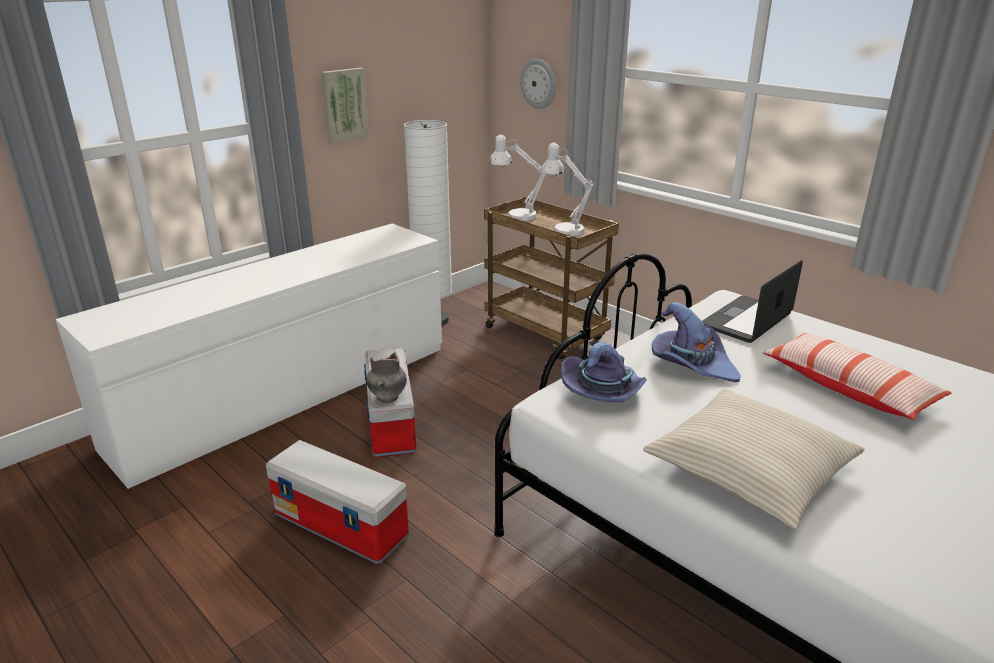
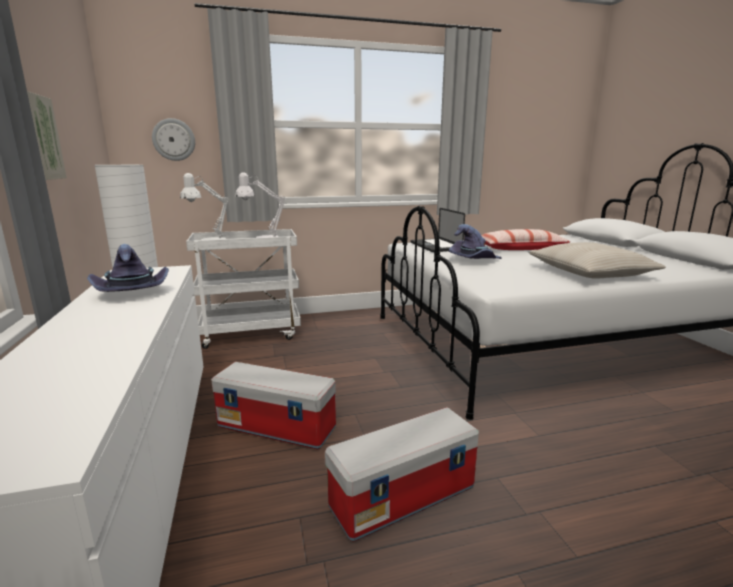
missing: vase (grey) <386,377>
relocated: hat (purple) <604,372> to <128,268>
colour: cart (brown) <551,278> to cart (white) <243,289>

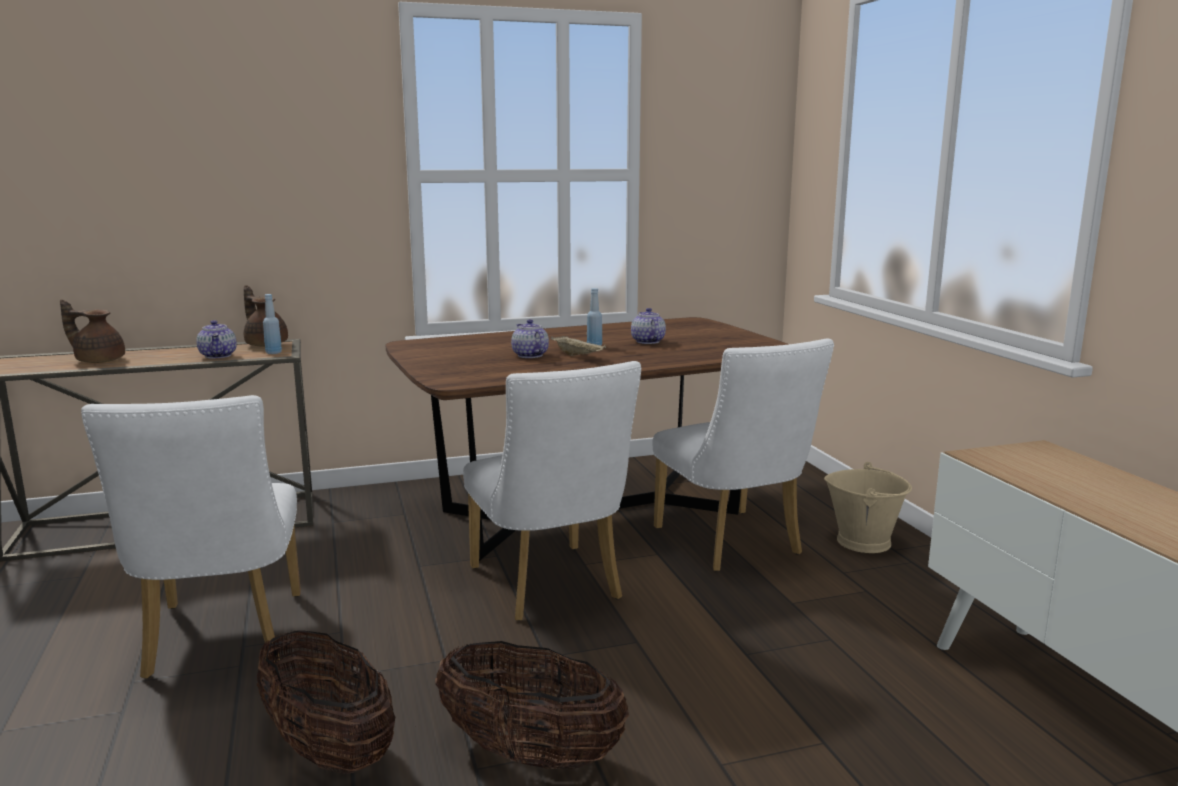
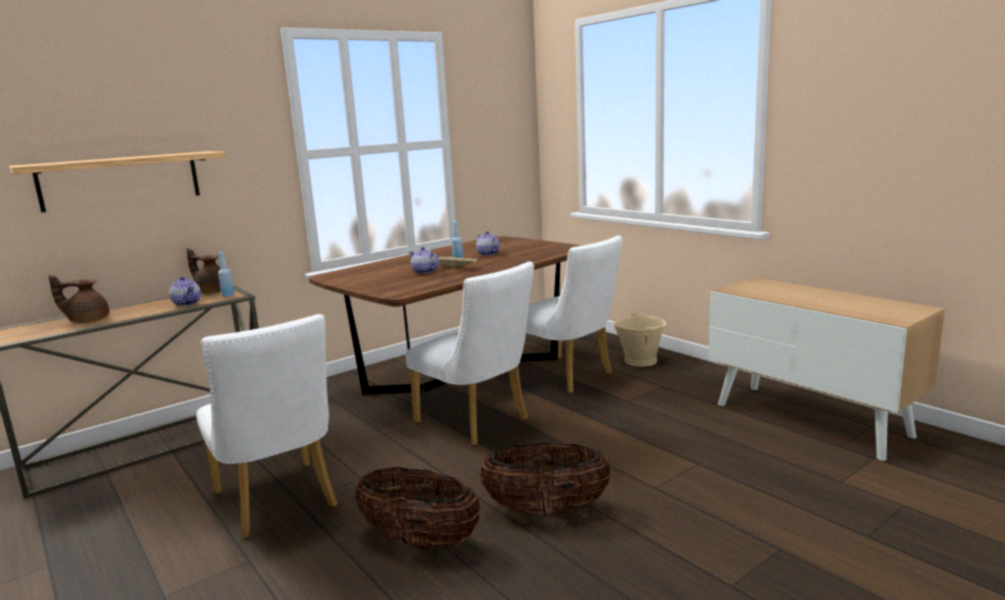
appeared: shelf <117,181>

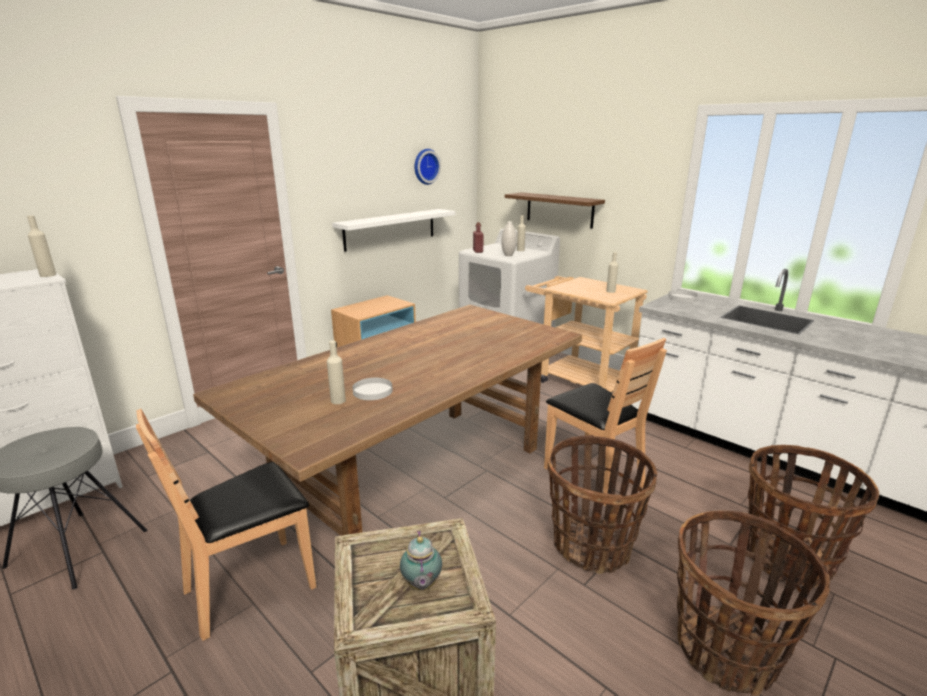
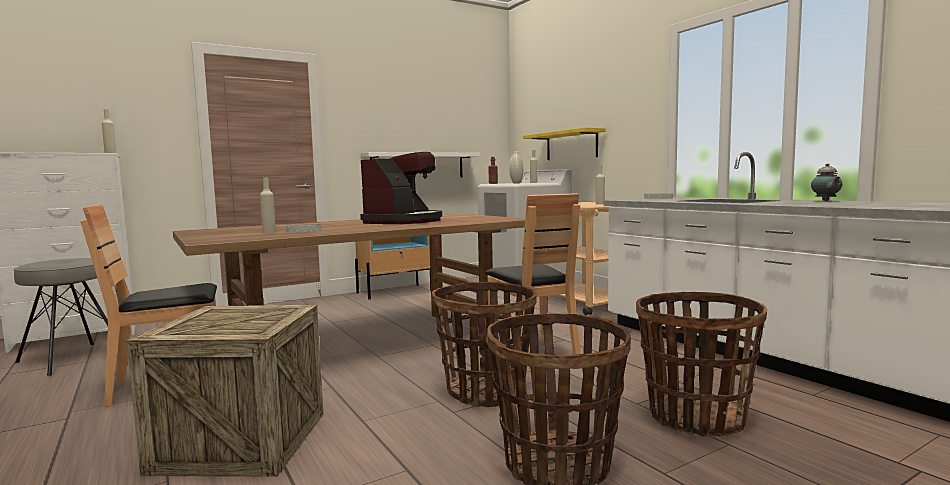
missing: wall clock <427,167>
appeared: coffee machine <401,188>
relocated: teapot <421,560> to <826,182>
colour: shelf (brown) <555,210> to shelf (yellow) <564,143>

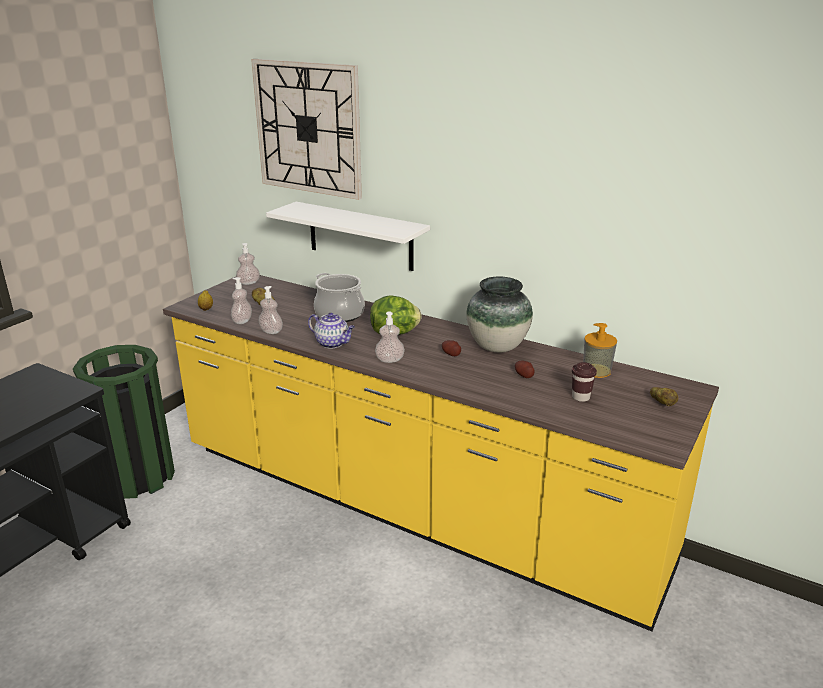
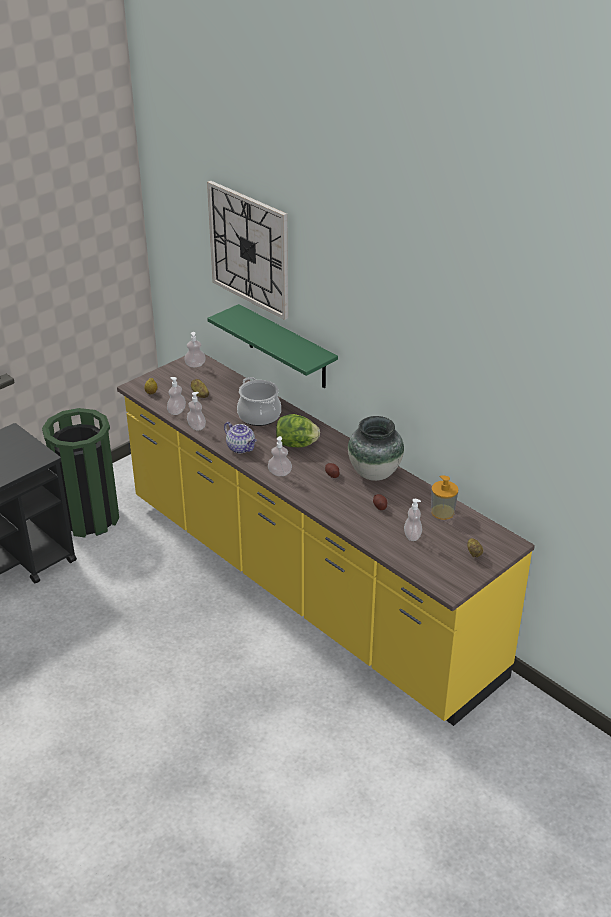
exchanged: cup (brown) <584,382> to soap dispenser <413,520>
colour: shelf (white) <348,236> to shelf (green) <272,346>

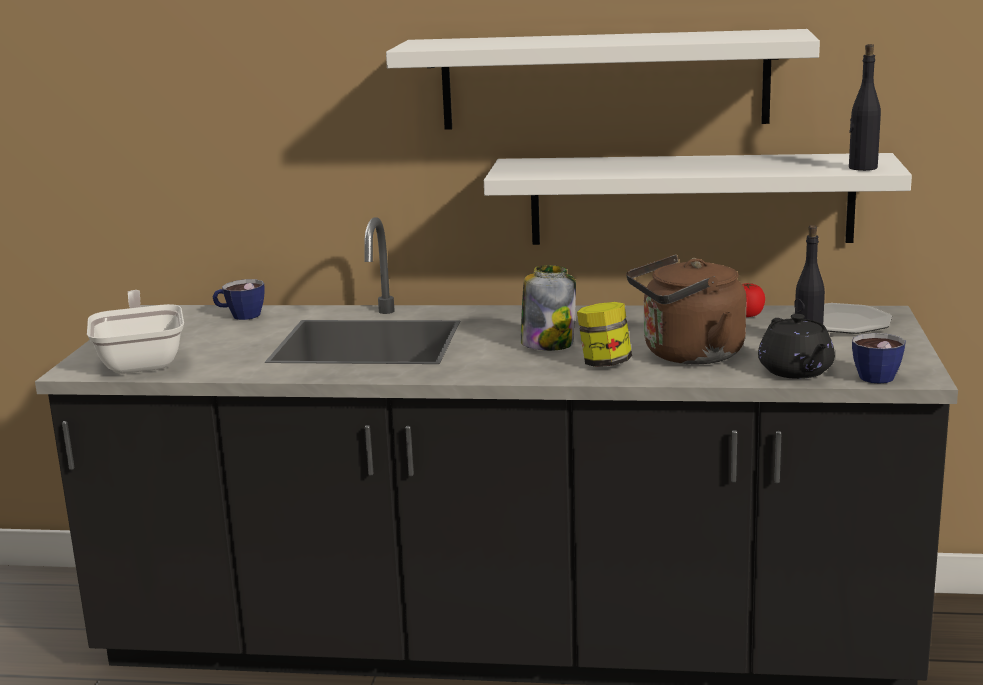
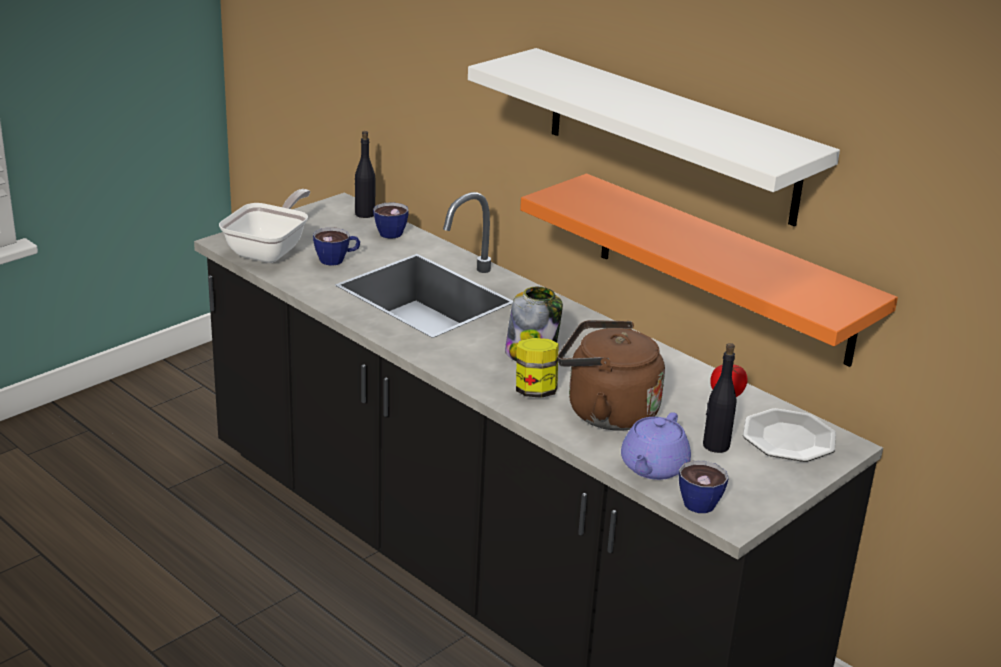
appeared: cup <336,246>
relocated: bottle (black) <865,107> to <365,174>
colour: shelf (white) <698,199> to shelf (orange) <709,270>; teapot (black) <796,346> to teapot (purple) <656,446>

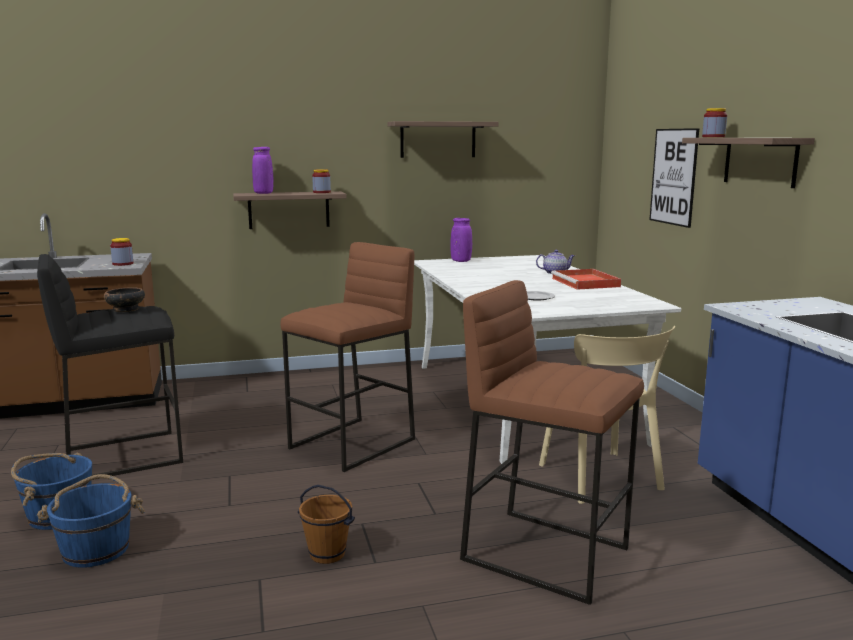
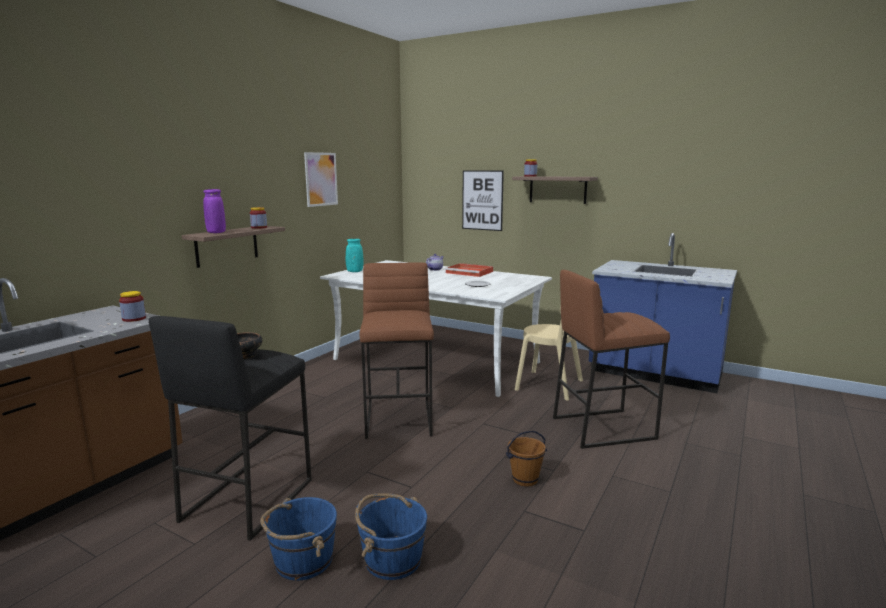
exchanged: shelf <443,139> to picture <321,179>
colour: vase (purple) <461,240> to vase (turquoise) <355,255>

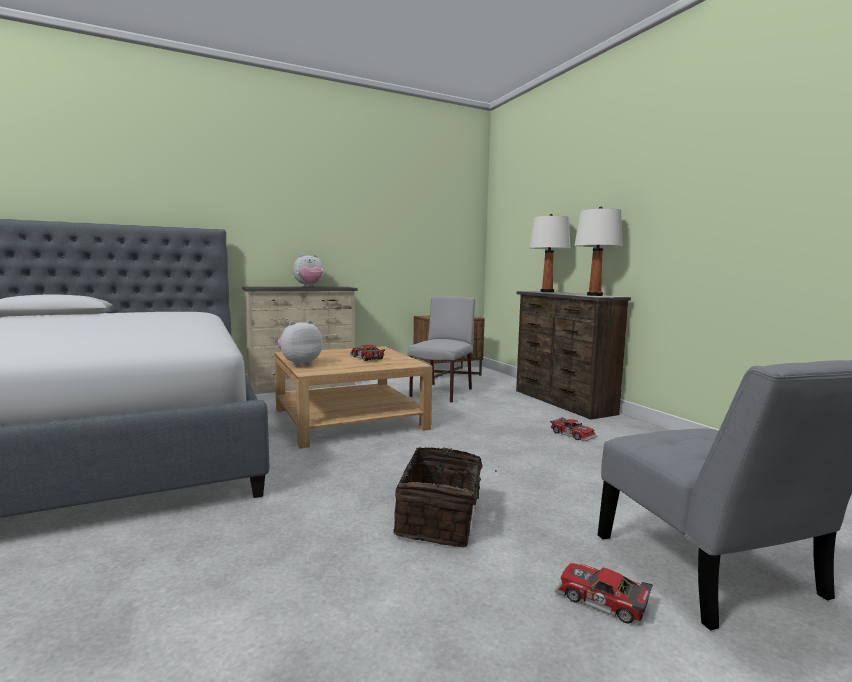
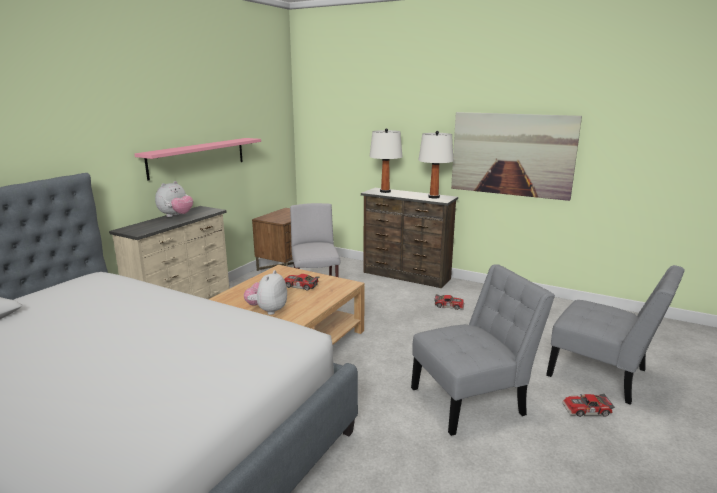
appeared: shelf (pink) <198,159>; picture <516,156>
exchanged: basket <445,497> to chair (grey) <483,350>

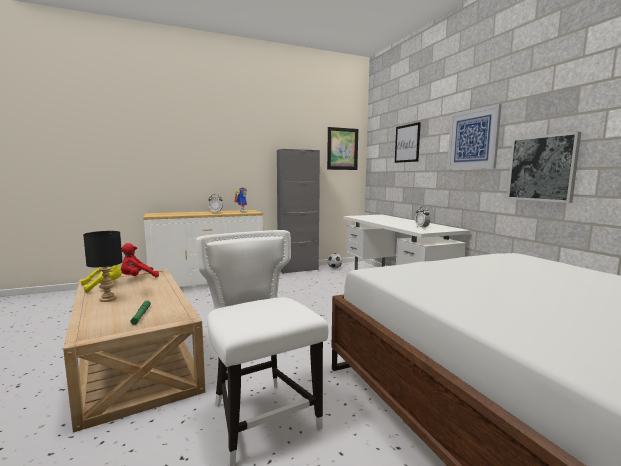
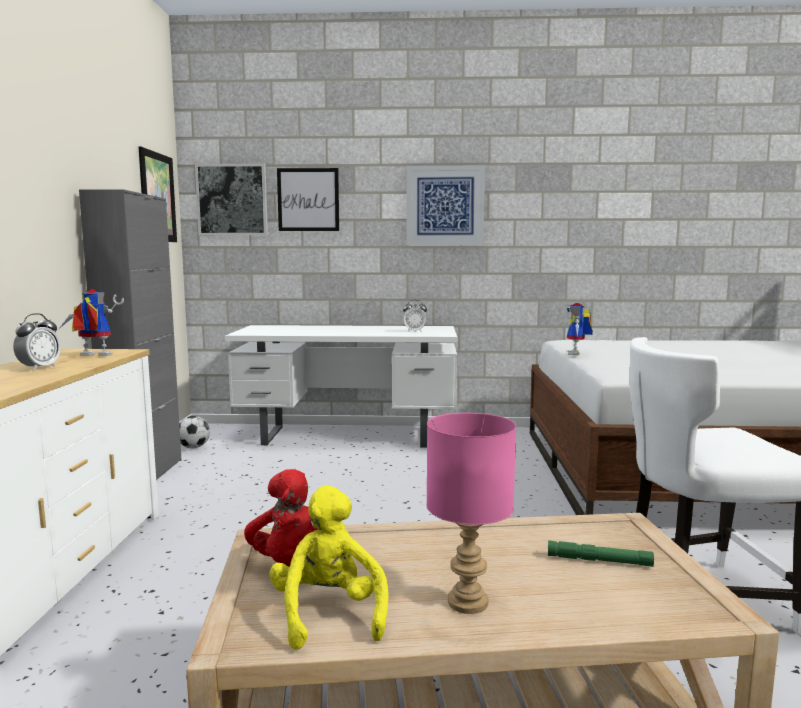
appeared: toy robot <580,329>
relocated: picture <544,167> to <231,199>
colour: table lamp (black) <103,266> to table lamp (pink) <471,513>

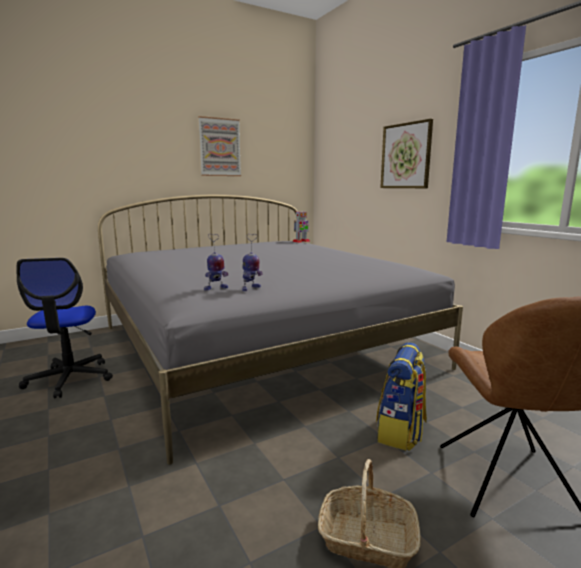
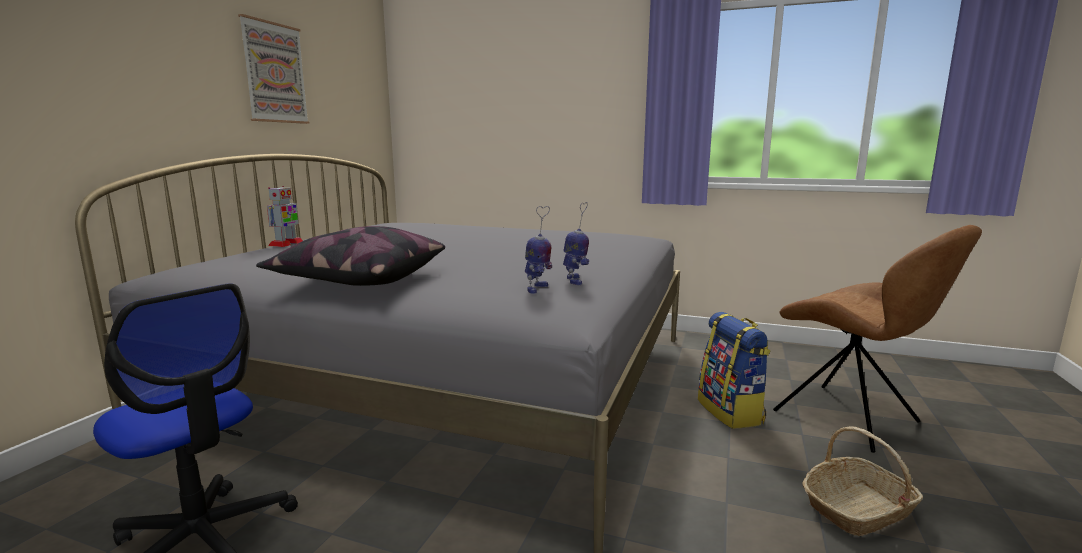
missing: picture <406,153>
appeared: pillow <350,256>
relocated: toy robot <301,227> to <285,216>

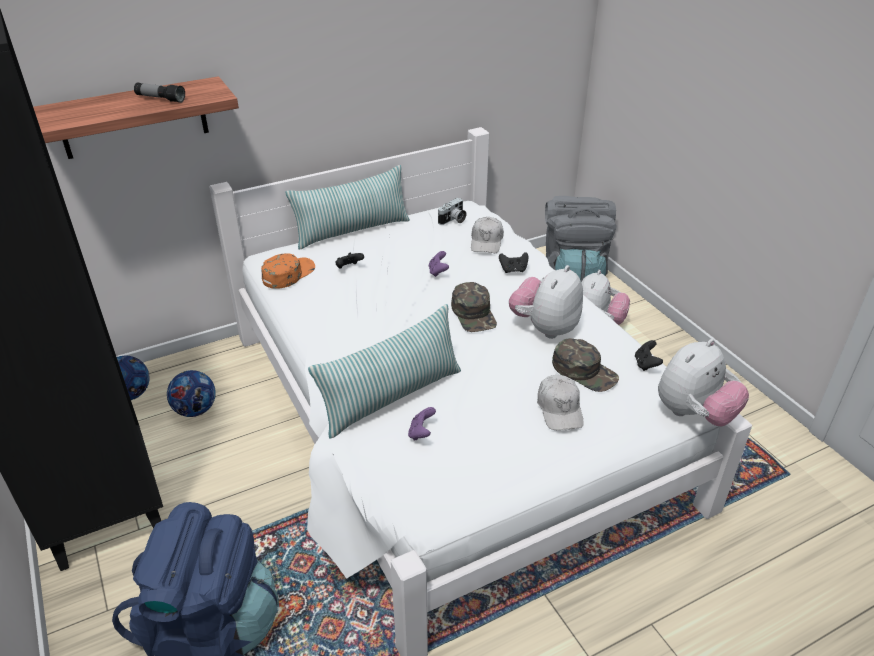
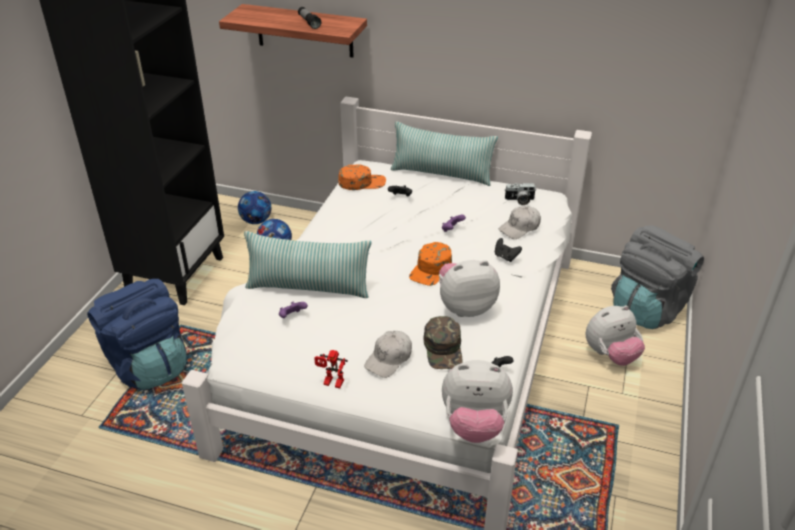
appeared: toy robot <331,369>
colour: cap (green) <474,307> to cap (orange) <430,264>

